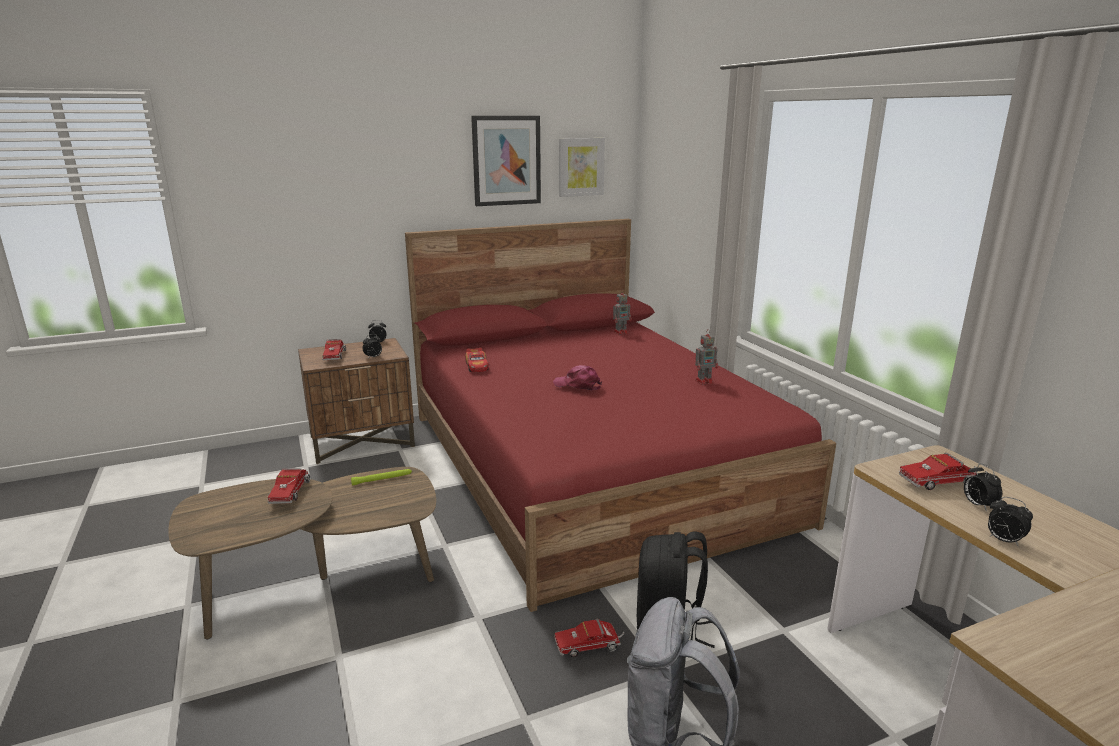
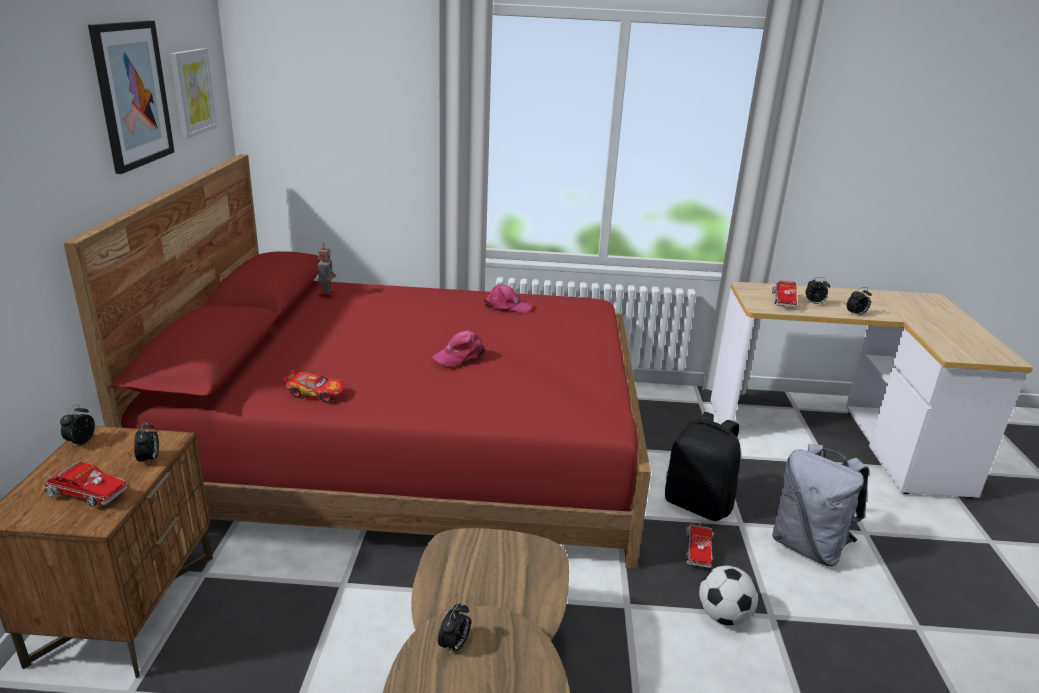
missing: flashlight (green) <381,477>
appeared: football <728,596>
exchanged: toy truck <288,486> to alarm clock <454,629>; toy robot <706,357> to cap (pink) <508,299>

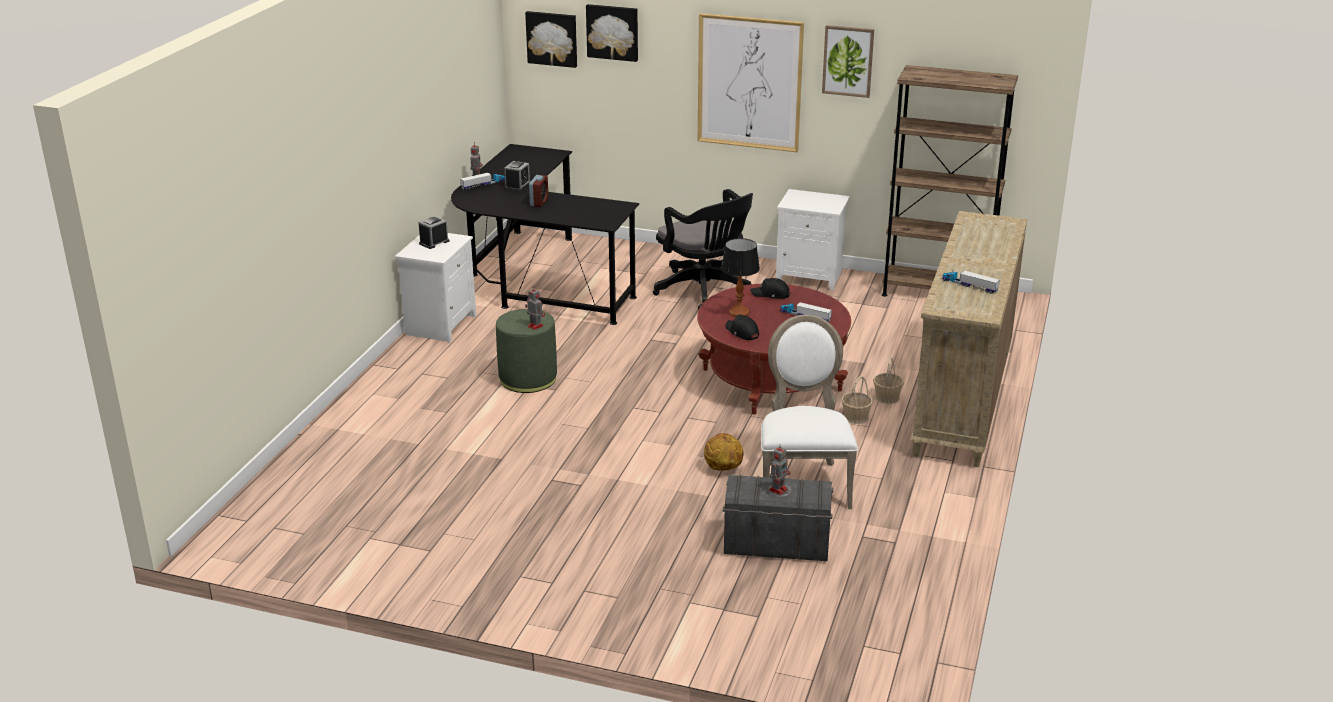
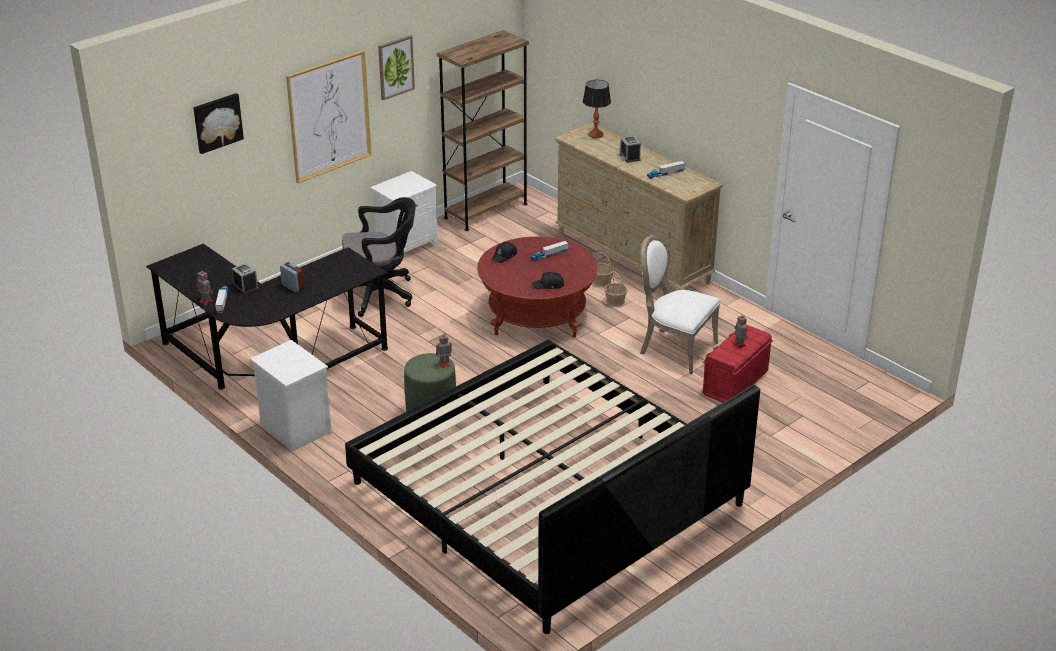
missing: picture <551,39>; basketball <724,452>
appeared: bed <552,487>
relocated: alarm clock <433,232> to <630,149>; table lamp <740,277> to <597,109>
colour: storage box (grey) <778,518> to storage box (red) <738,363>

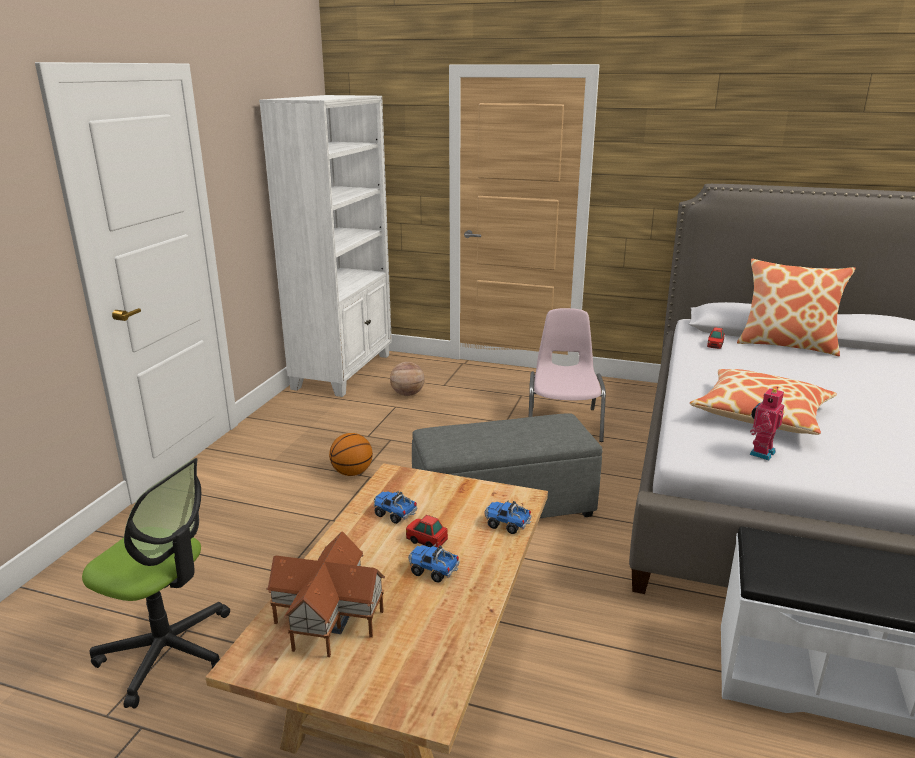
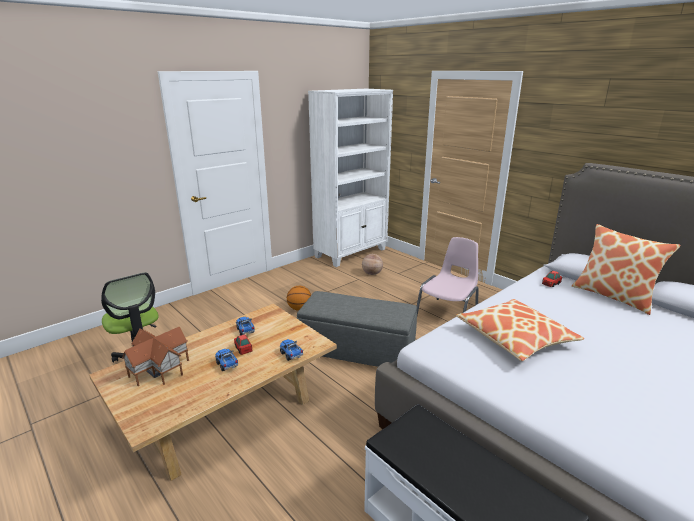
missing: toy robot <766,423>

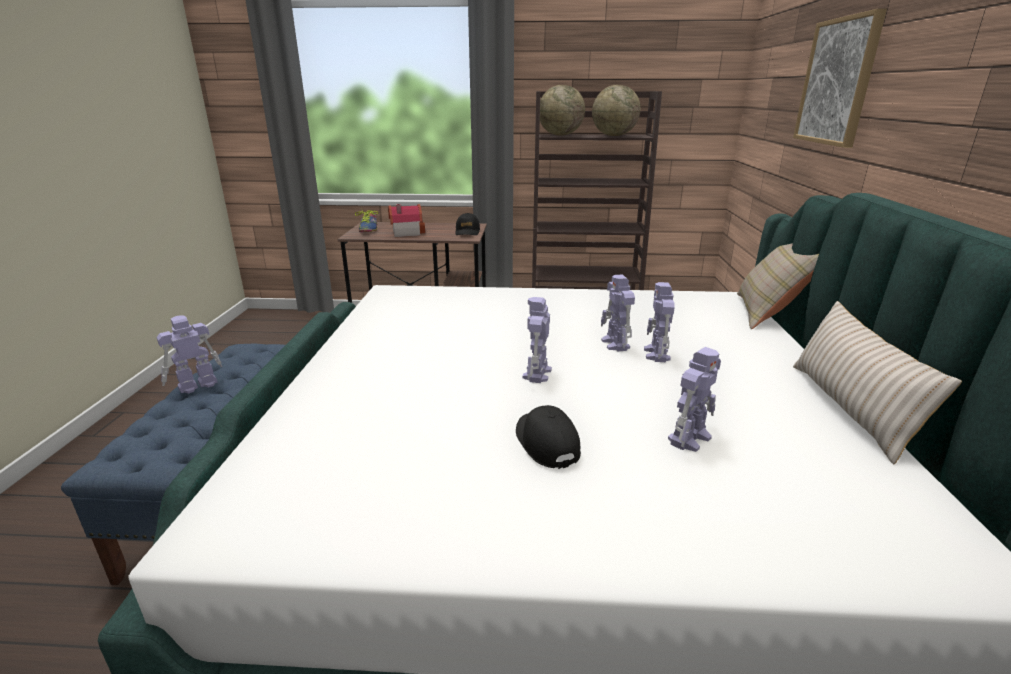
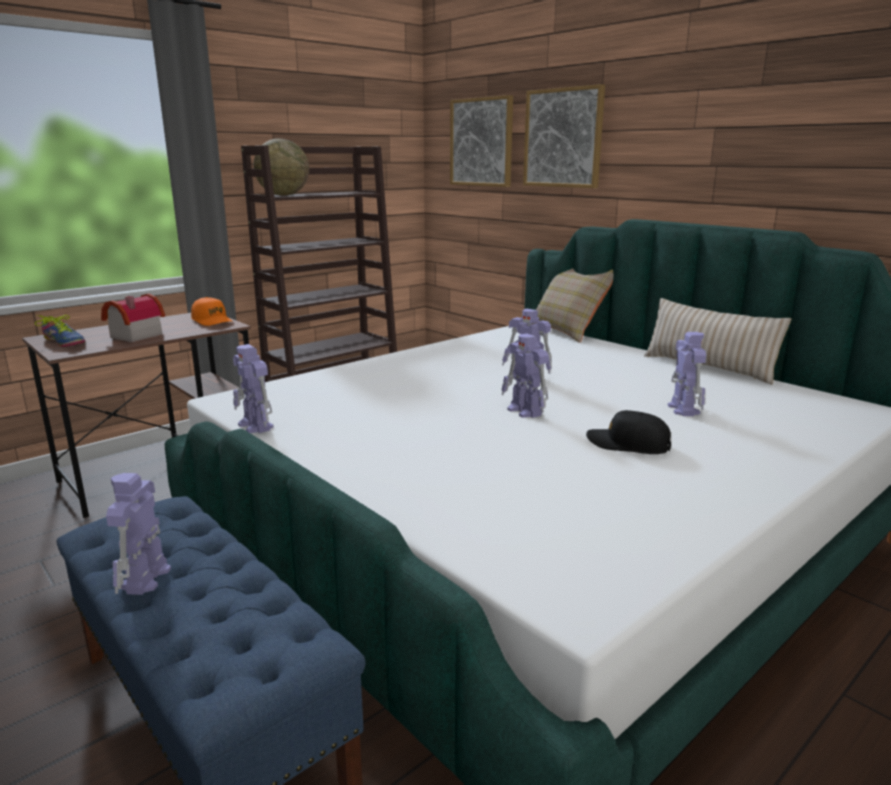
missing: globe <616,110>
appeared: picture <481,141>
relocated: toy robot <659,322> to <253,388>
colour: cap (black) <467,224> to cap (orange) <212,311>

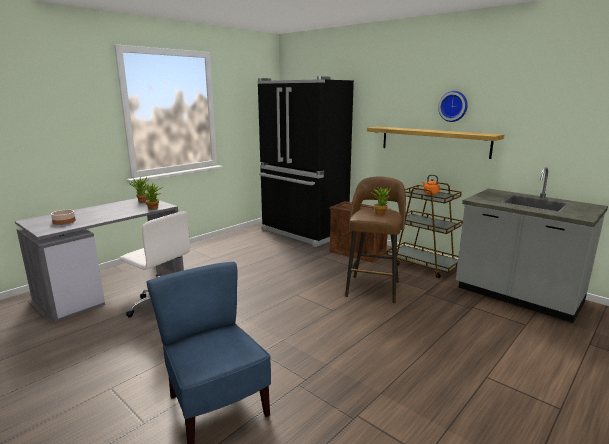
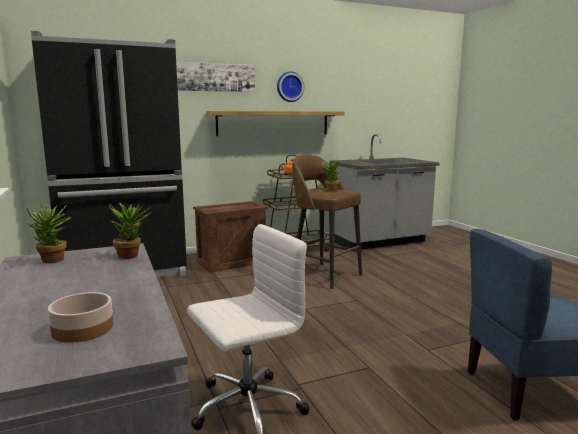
appeared: picture <215,77>

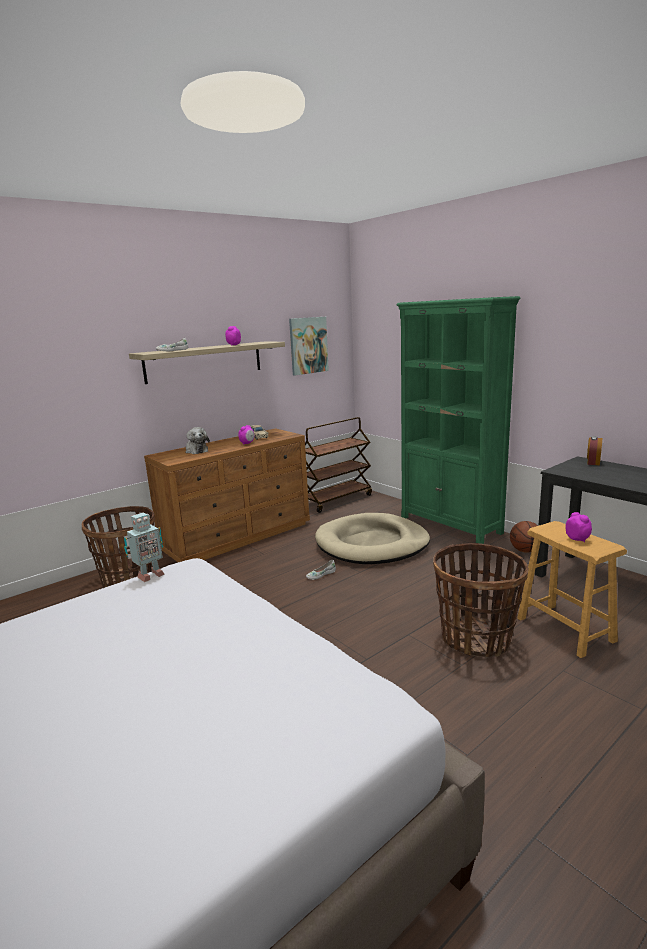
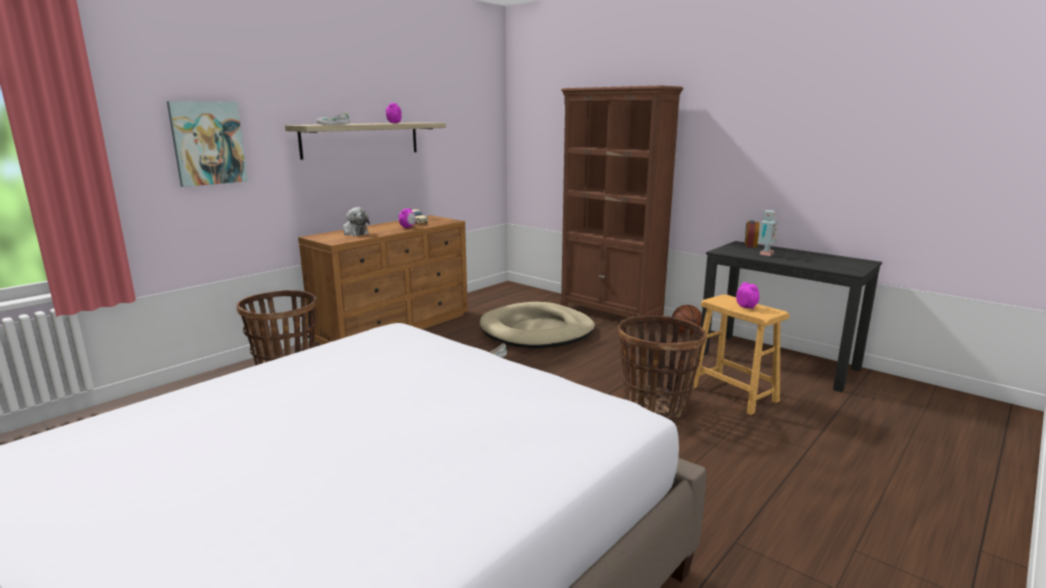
missing: cart (brown) <338,465>
relocated: toy robot <144,547> to <768,233>; picture <309,346> to <207,144>
colour: bookcase (green) <458,420> to bookcase (brown) <622,208>

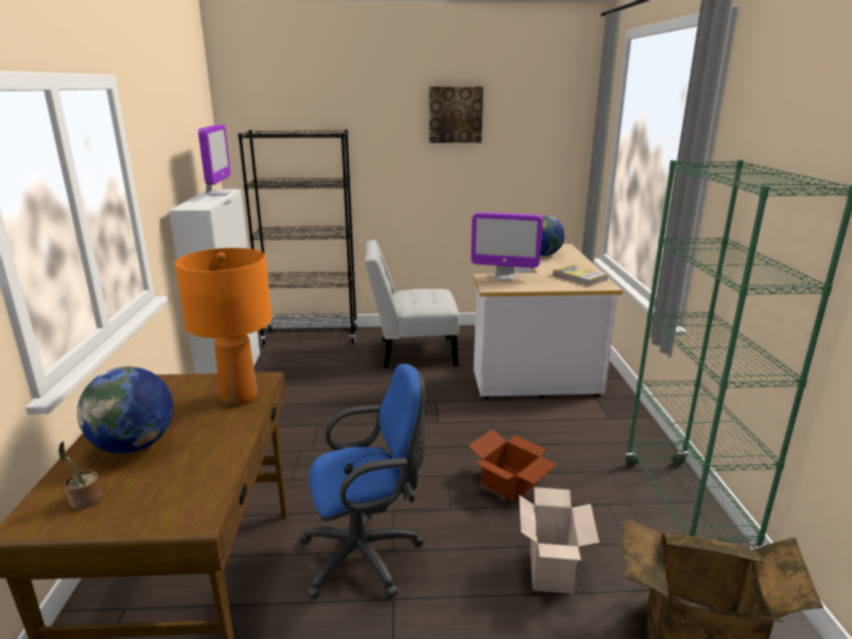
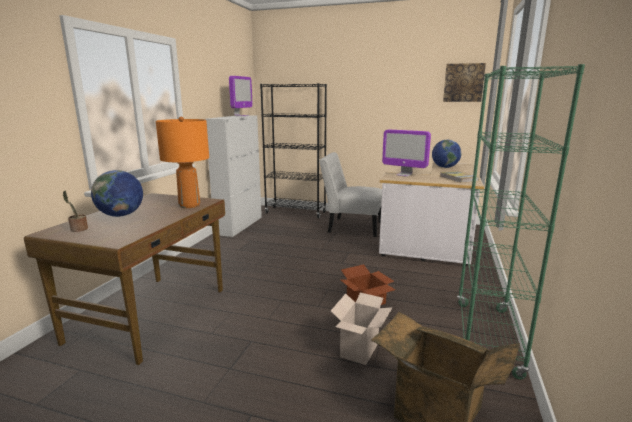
missing: office chair (blue) <362,482>
relocated: picture <456,115> to <464,82>

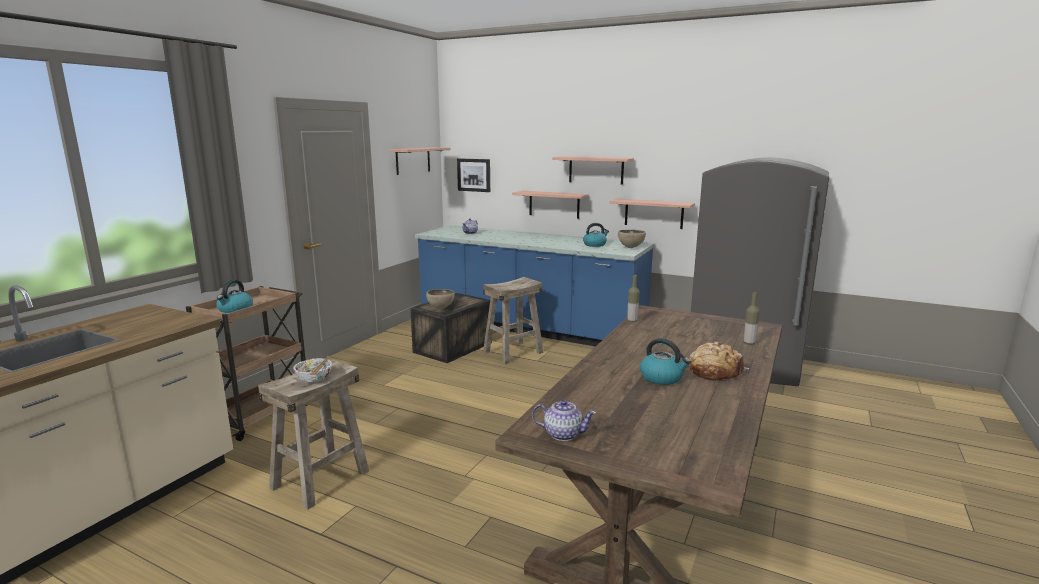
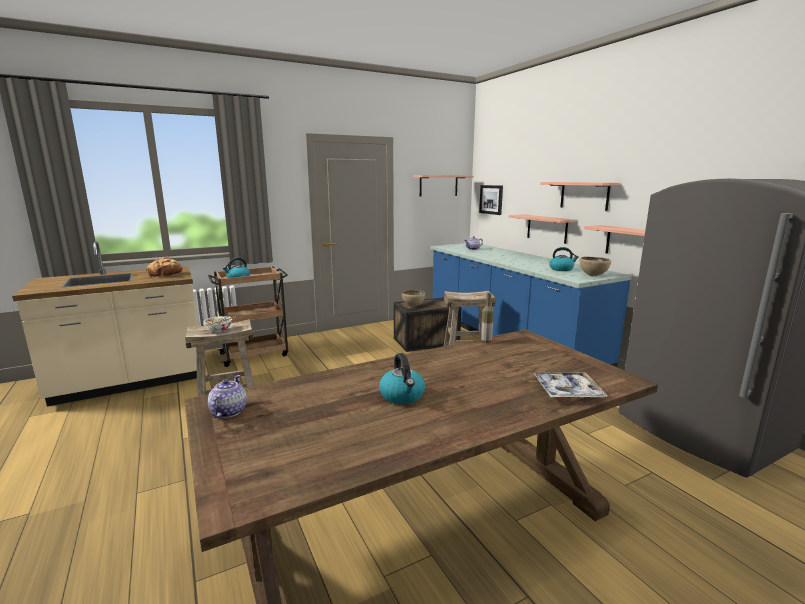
relocated: bread <719,362> to <164,267>
exchanged: bottle <751,318> to tray <570,385>
spun: teapot <564,420> = <227,396> 135 degrees counterclockwise

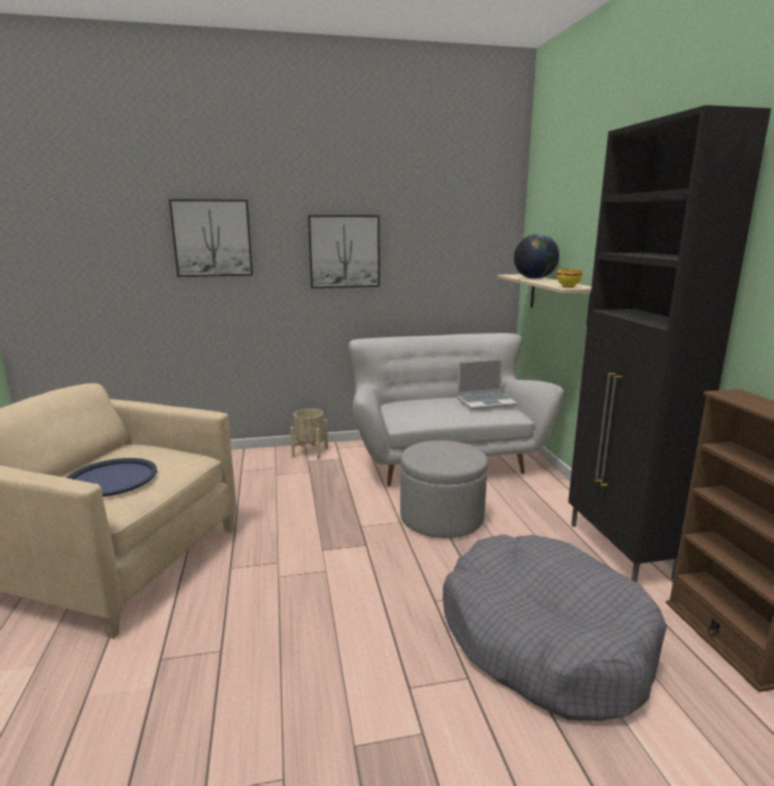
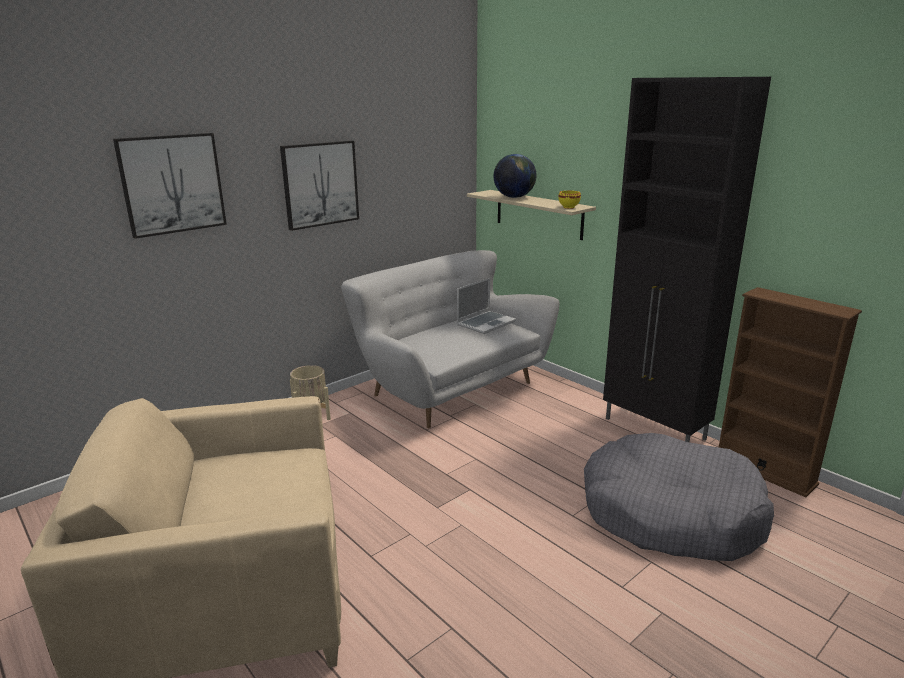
missing: tray (blue) <111,477>; ottoman (grey) <444,489>

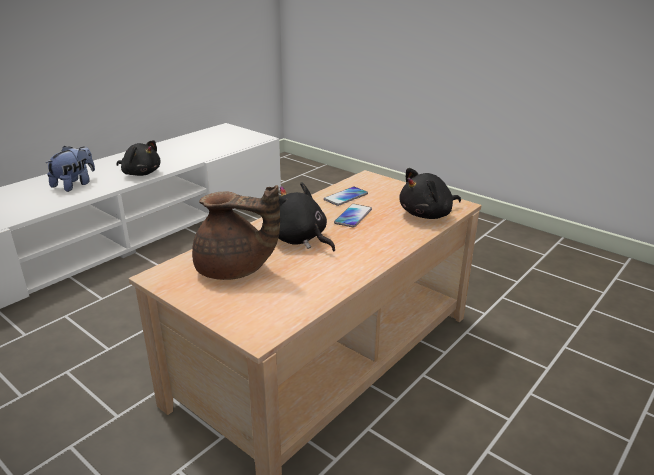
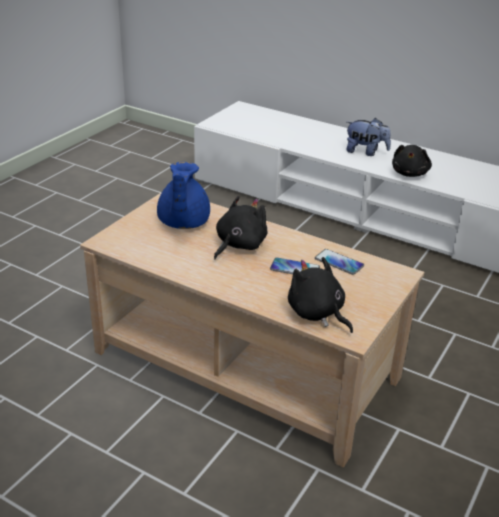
colour: teapot (brown) <236,232> to teapot (blue) <183,195>

